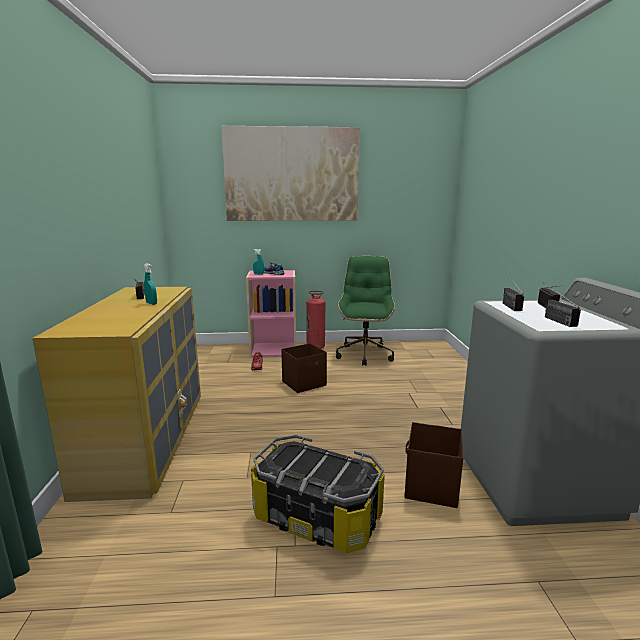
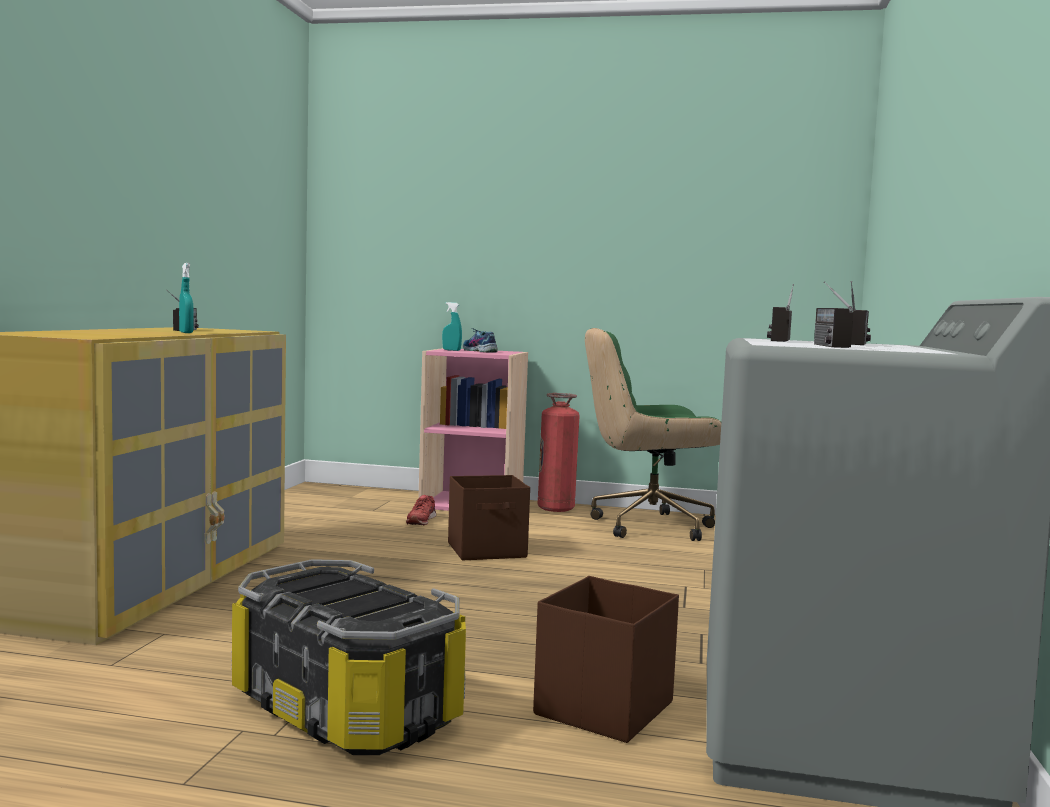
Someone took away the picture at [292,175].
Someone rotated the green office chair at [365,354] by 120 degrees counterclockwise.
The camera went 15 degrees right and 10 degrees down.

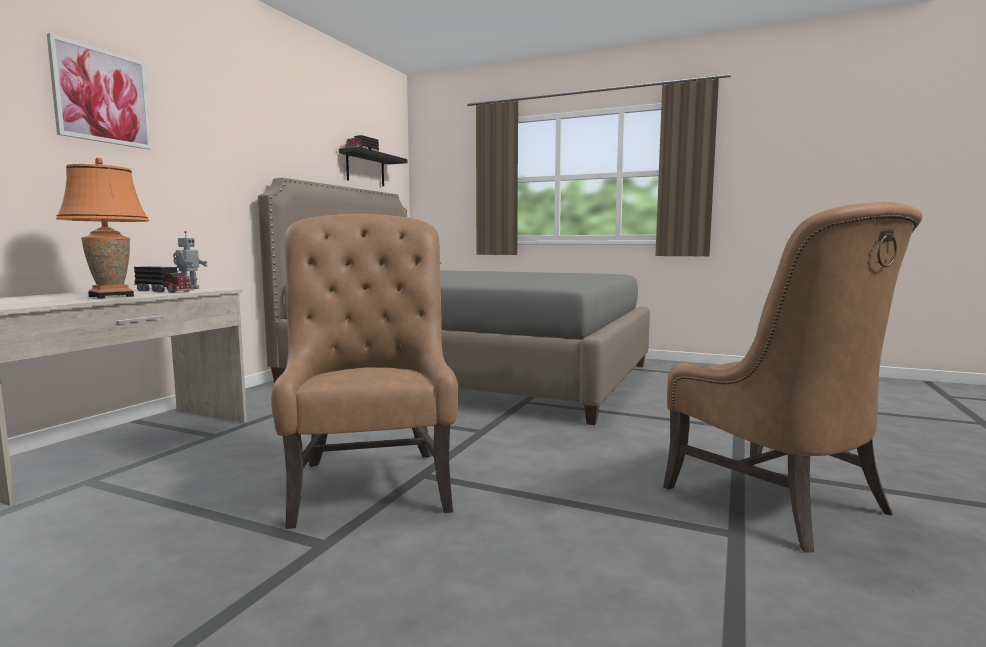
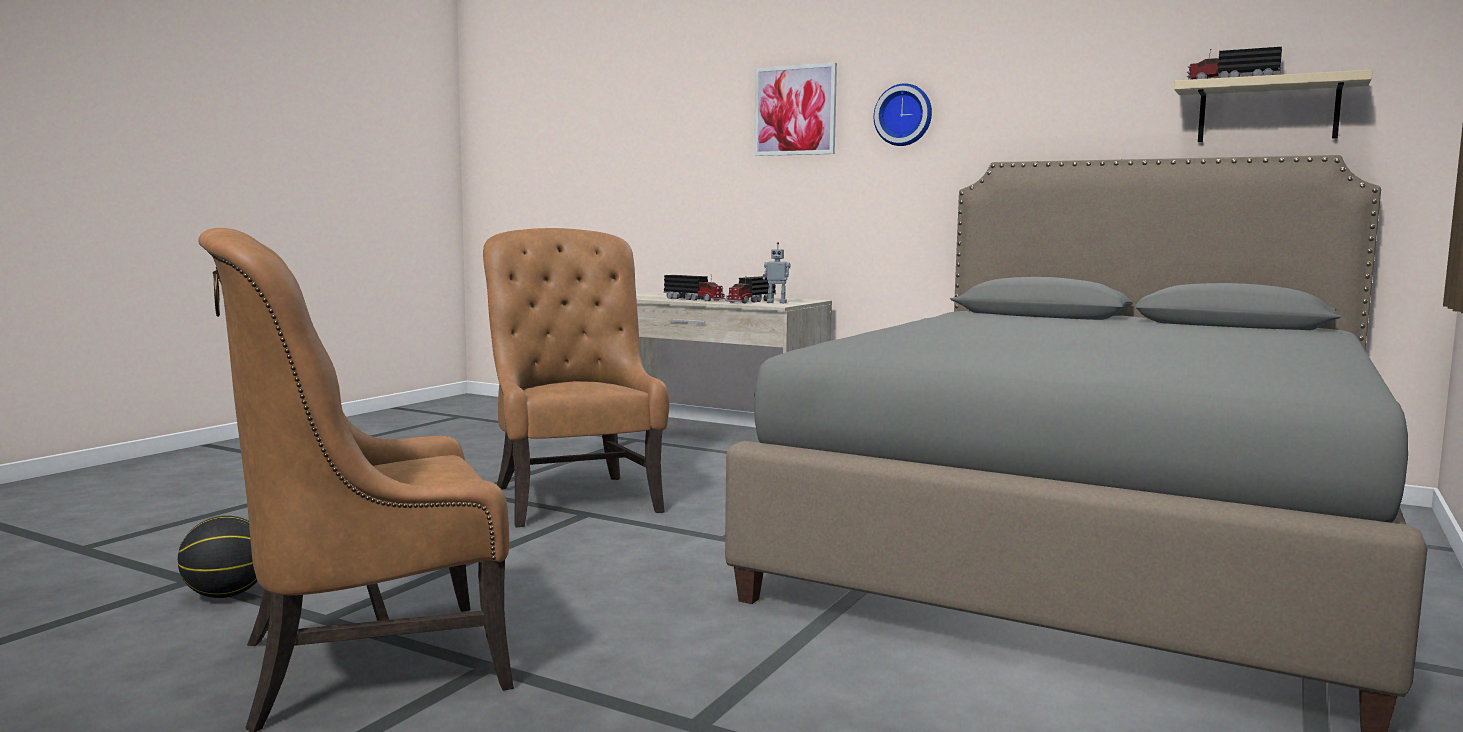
Someone repainted the black shelf at [365,169], which became the beige shelf at [1268,111].
Someone swapped the orange table lamp at [111,296] for the toy truck at [694,299].
Someone rotated the brown chair at [371,485] by 105 degrees counterclockwise.
Someone put up the wall clock at [904,115].
Someone put down the basketball at [226,595].
The camera went 95 degrees right and 0 degrees up.

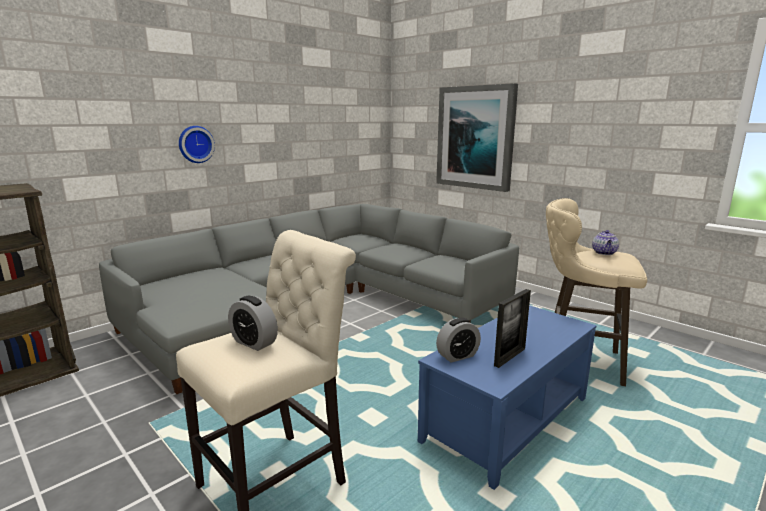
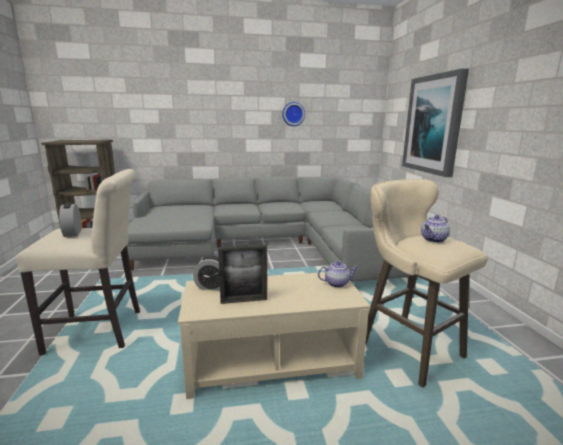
Someone carried the wall clock from [195,144] to [293,114].
Someone repainted the blue coffee table at [507,419], which became the beige coffee table at [272,362].
Someone put down the teapot at [337,283].
The camera went 35 degrees right and 0 degrees up.

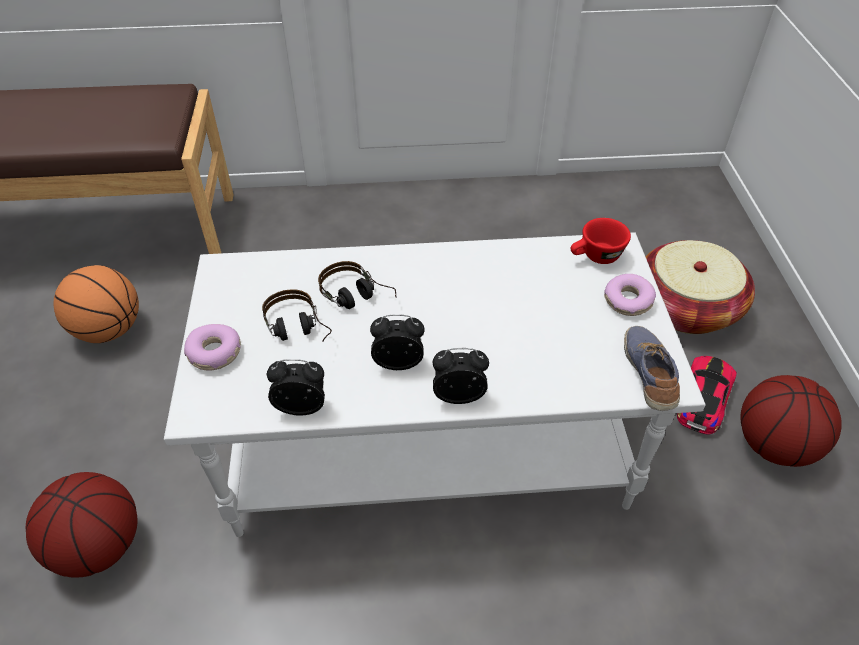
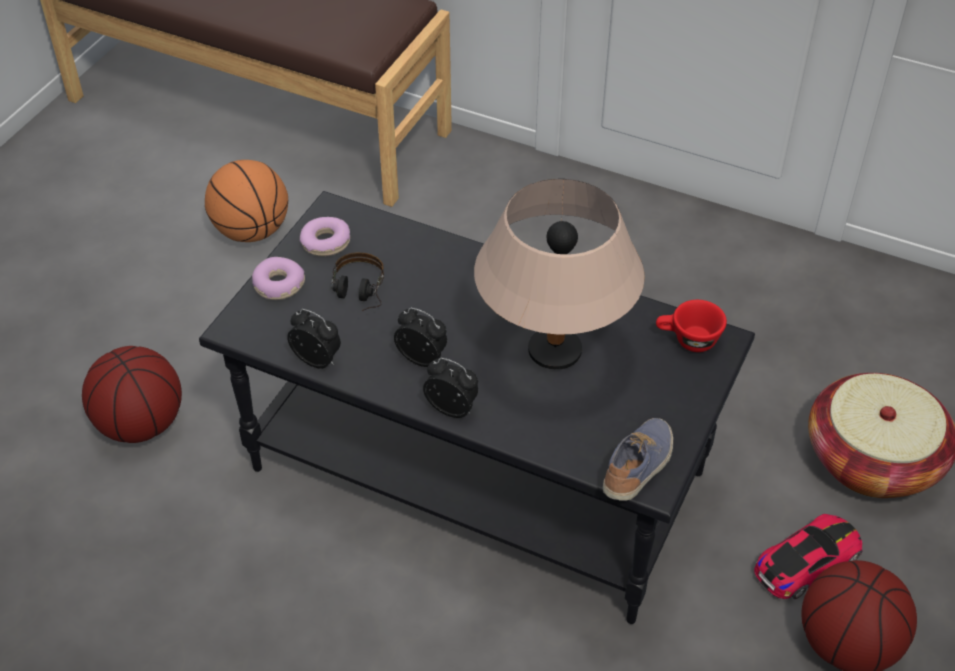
Someone repainted the white coffee table at [427,447], which became the black coffee table at [474,473].
Someone took away the headphones at [358,298].
Someone carried the donut from [627,301] to [325,243].
Someone put down the beige table lamp at [554,352].
The camera went 30 degrees right and 0 degrees up.

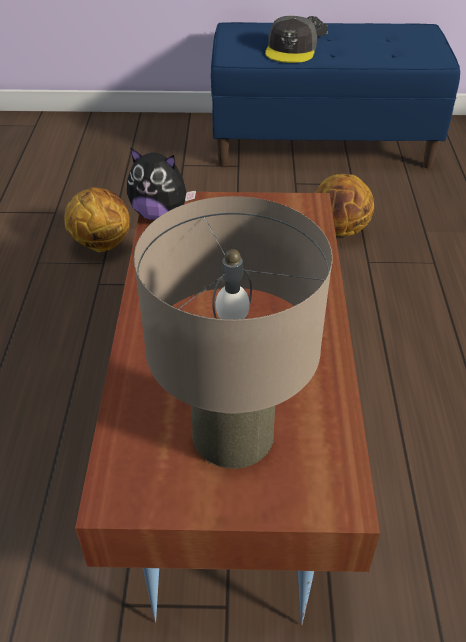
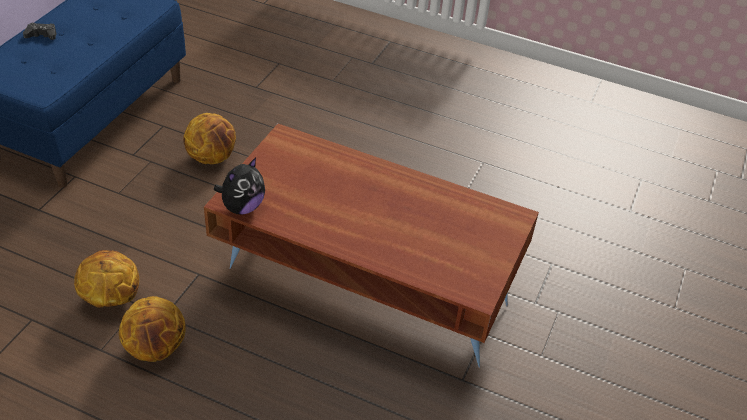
Someone took away the grey cap at [291,50].
Someone took away the beige table lamp at [232,434].
Someone put down the basketball at [156,348].
The camera went 70 degrees left and 0 degrees up.

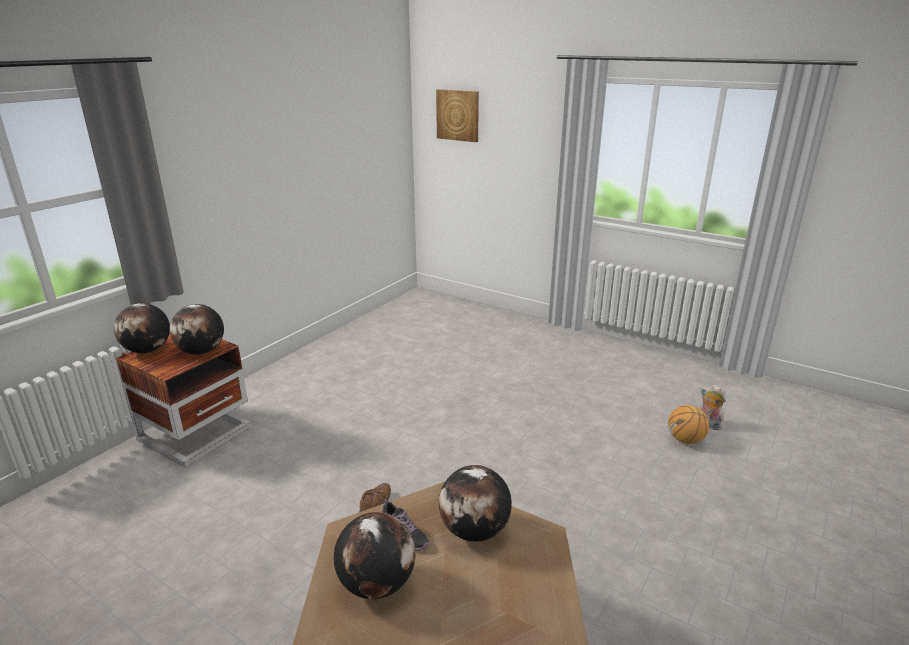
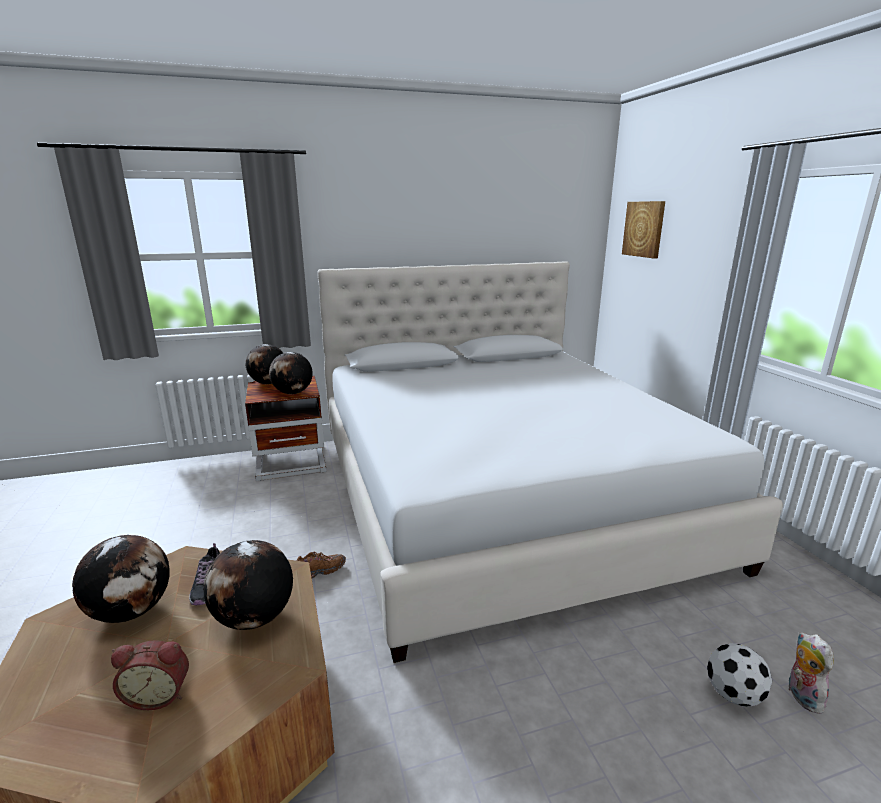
Someone swapped the basketball at [685,440] for the football at [734,695].
Someone put down the white bed at [500,495].
Someone put down the alarm clock at [159,694].
The camera went 40 degrees right and 5 degrees down.

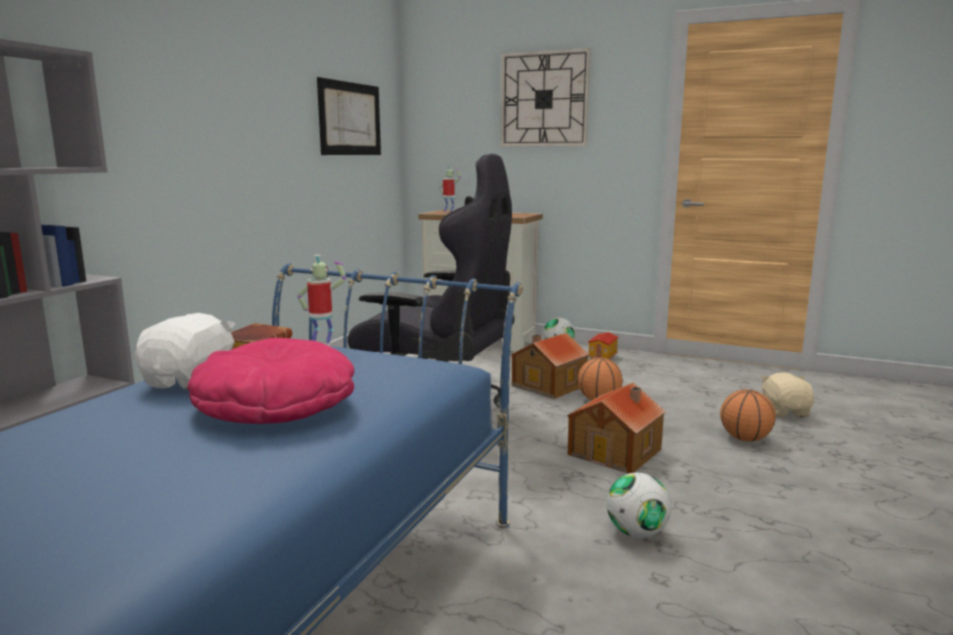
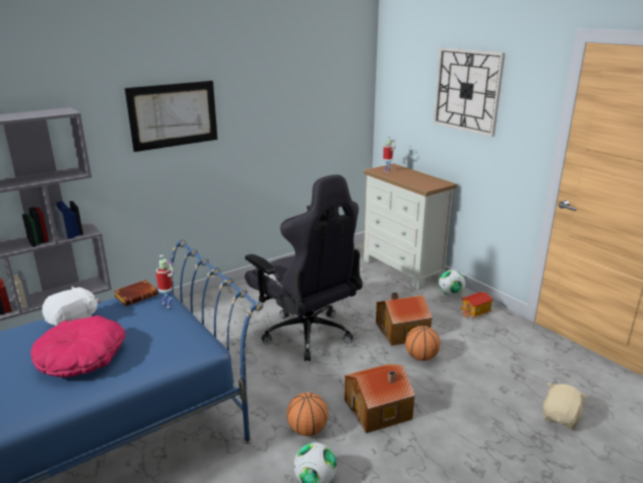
Someone carried the picture from [350,119] to [173,115].
Someone carried the basketball from [745,439] to [307,430].
The camera went 30 degrees right and 10 degrees up.

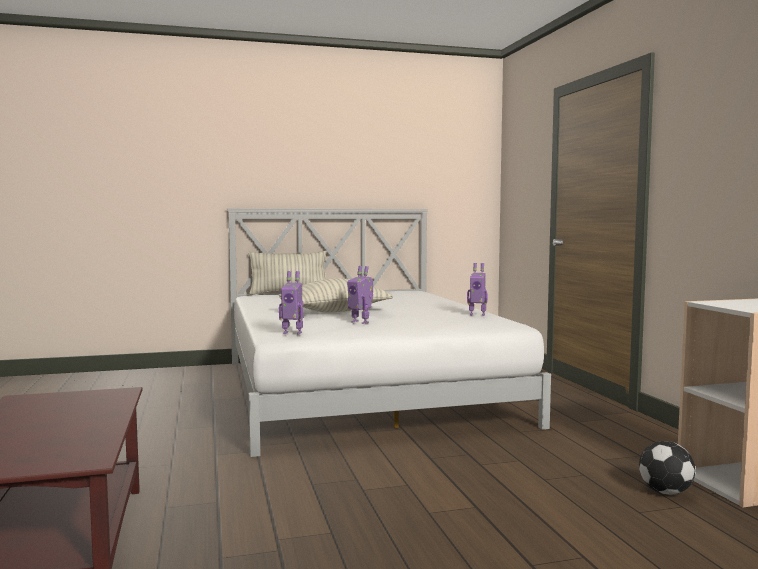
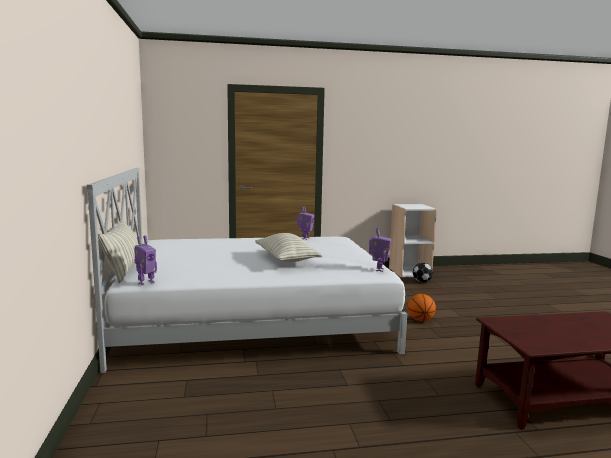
Someone carried the toy robot from [360,322] to [146,282].
Someone put down the basketball at [420,320].
The camera went 85 degrees left and 5 degrees up.

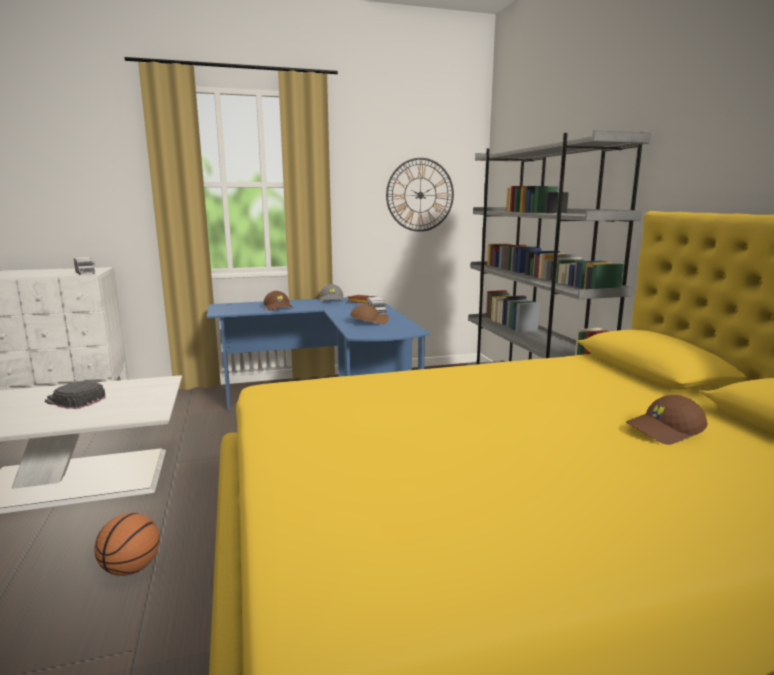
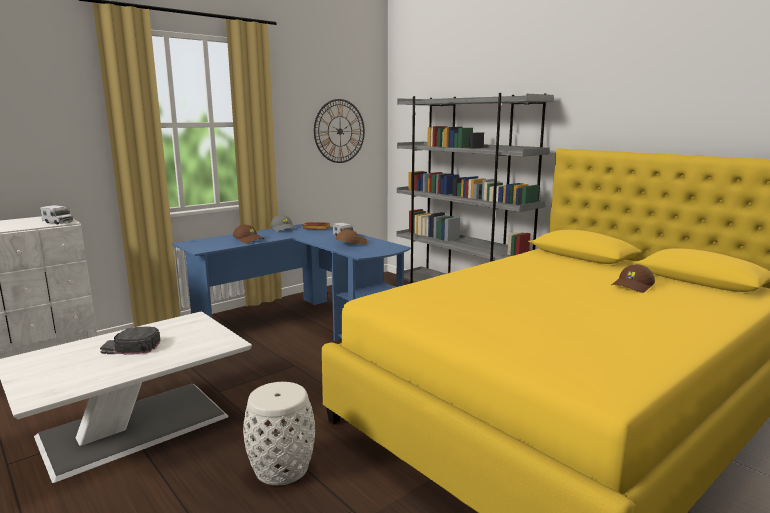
Someone swapped the basketball at [131,568] for the white stool at [281,469].
The camera went 25 degrees left and 0 degrees up.

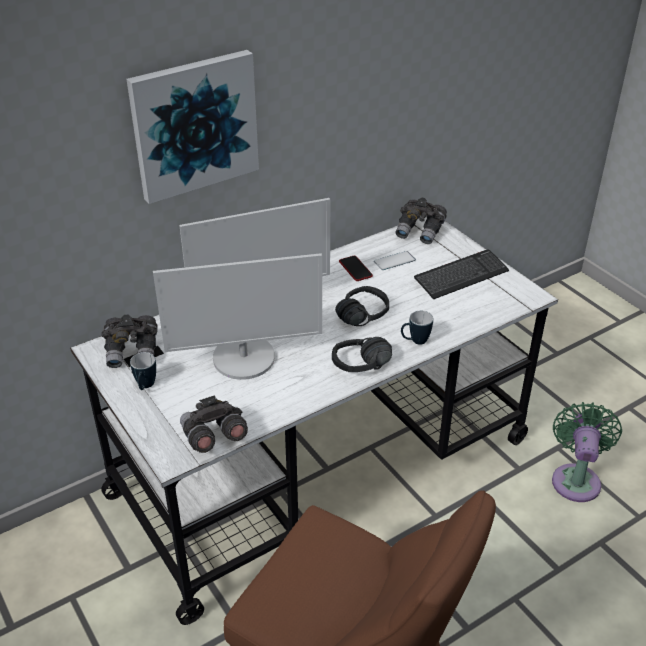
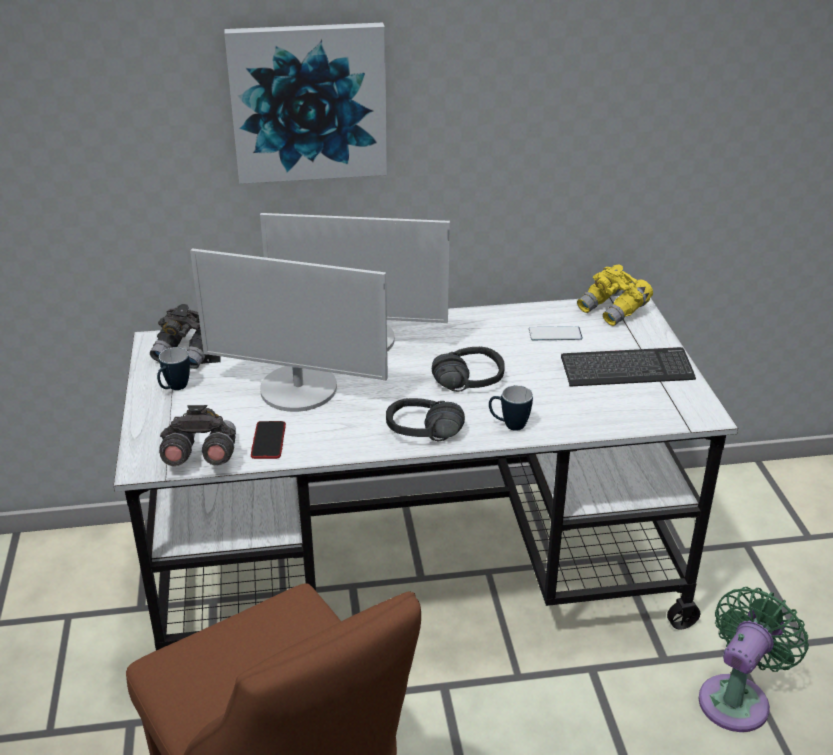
Someone repainted the grey binoculars at [420,231], which became the yellow binoculars at [613,310].
Someone carried the phone from [355,269] to [268,441].
The camera went 25 degrees right and 5 degrees down.

